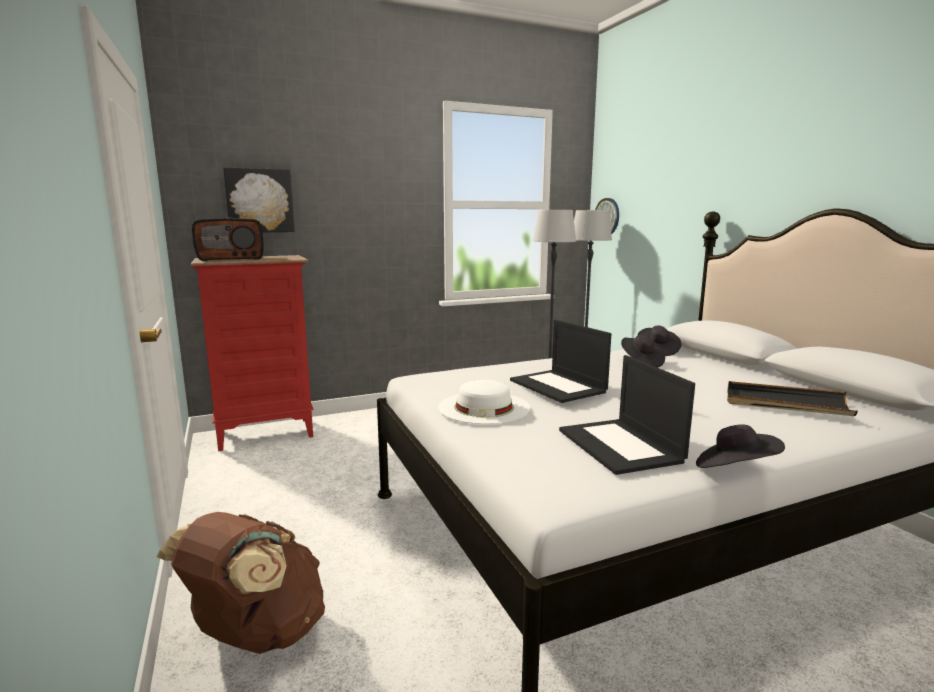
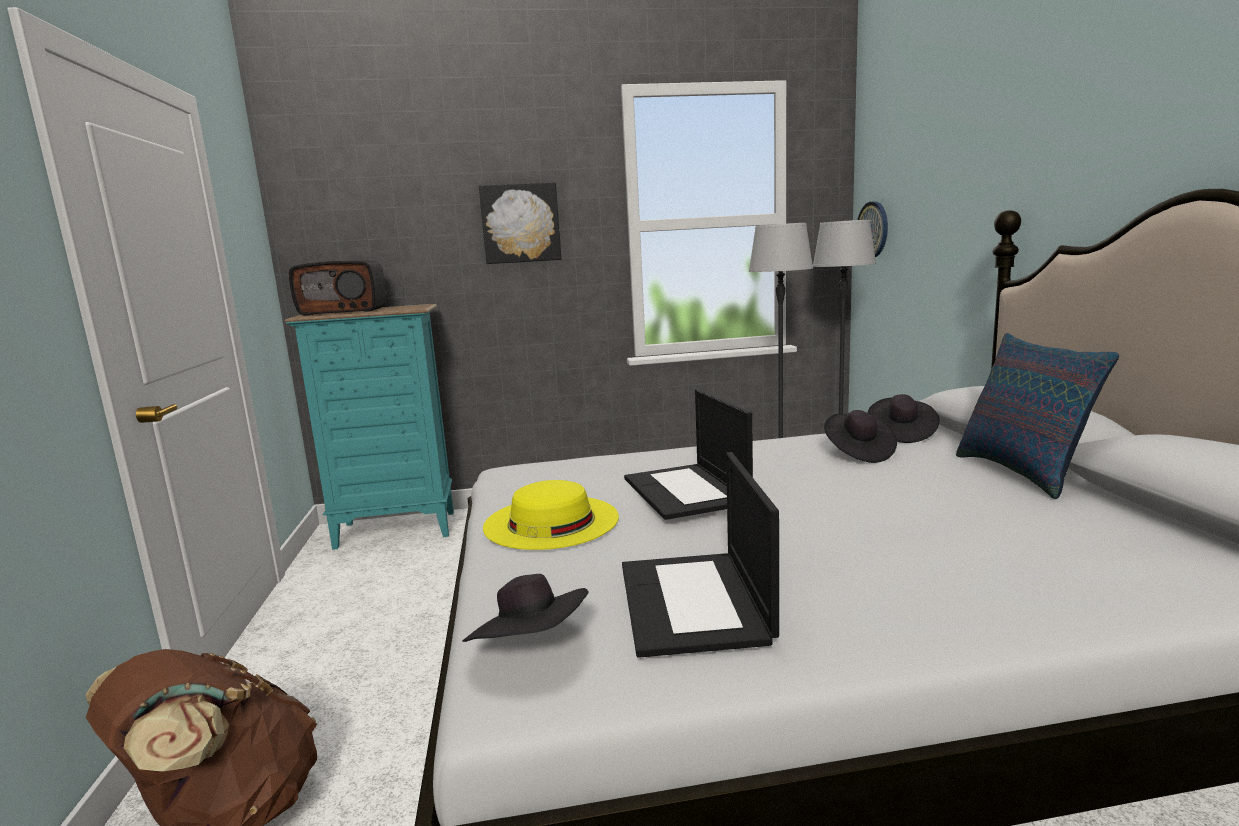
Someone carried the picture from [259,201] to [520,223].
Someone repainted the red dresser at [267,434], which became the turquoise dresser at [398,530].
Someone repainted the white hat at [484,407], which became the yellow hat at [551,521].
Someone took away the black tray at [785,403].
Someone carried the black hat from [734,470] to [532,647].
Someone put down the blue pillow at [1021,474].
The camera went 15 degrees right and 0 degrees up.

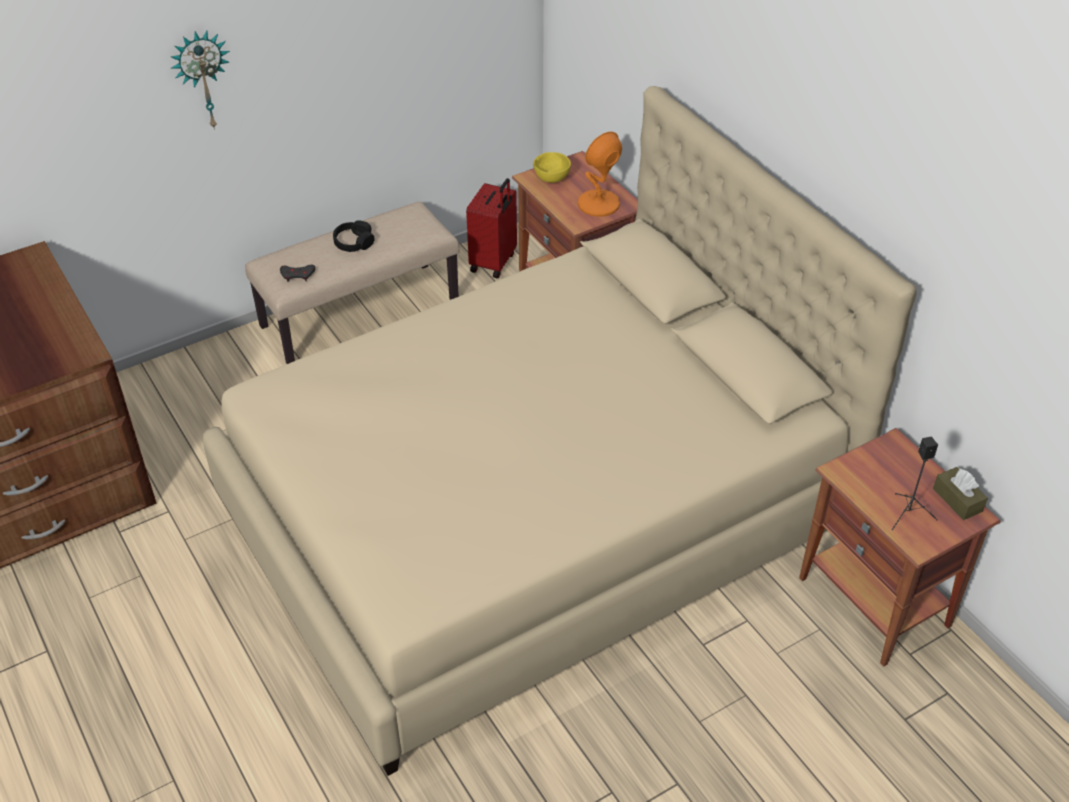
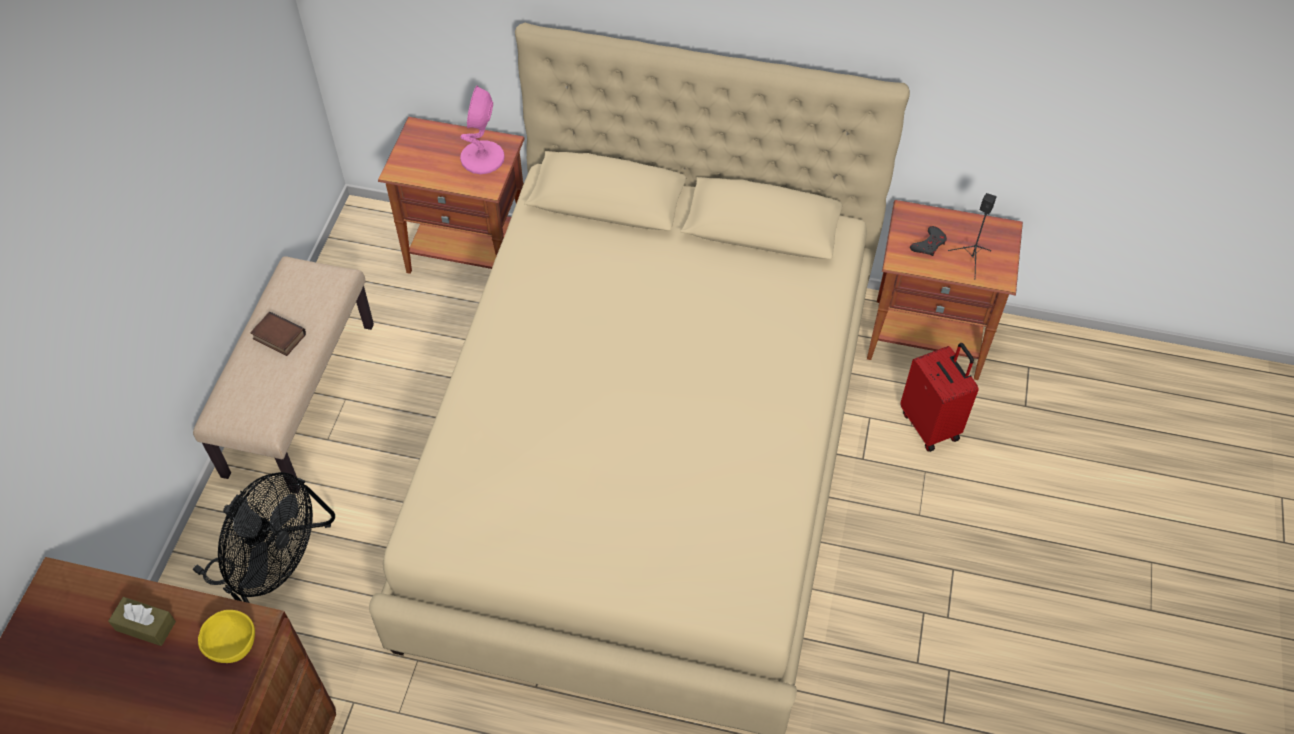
Someone took away the wall clock at [203,79].
Someone repainted the orange table lamp at [598,204], which became the pink table lamp at [482,158].
Someone carried the yellow bowl from [552,178] to [232,645].
Someone carried the red suitcase from [494,263] to [931,425].
Someone swapped the black headphones at [354,242] for the book at [278,337].
Someone carried the grey game controller from [297,275] to [929,244].
Someone carried the brown tissue box from [957,500] to [145,626].
Someone put down the black fan at [271,571].
The camera went 45 degrees left and 10 degrees up.

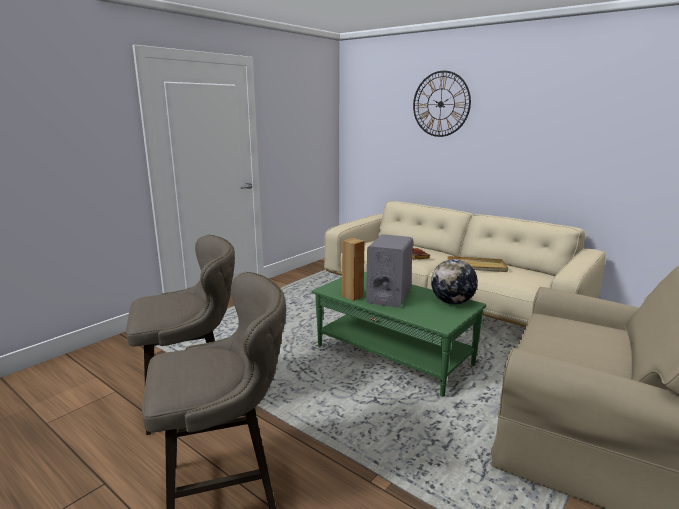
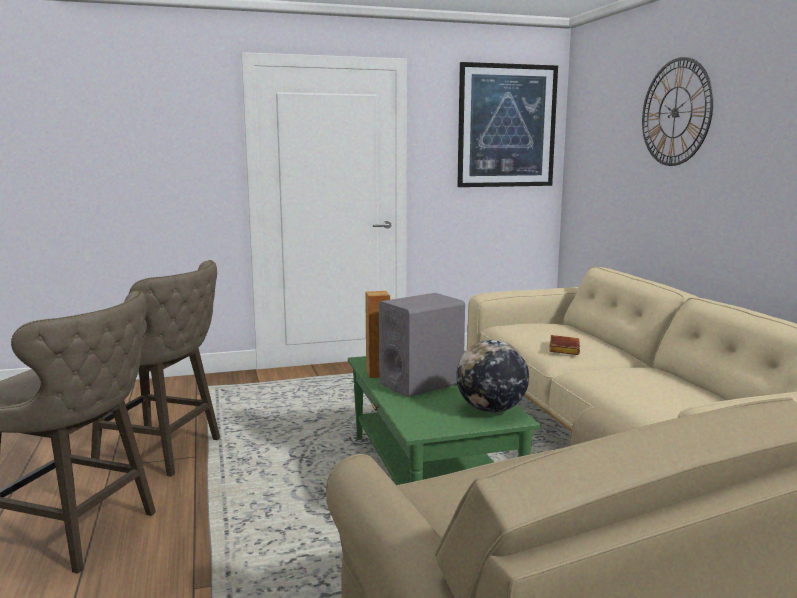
Someone took away the beige tray at [476,266].
Someone put up the picture at [507,126].
The camera went 35 degrees right and 5 degrees down.

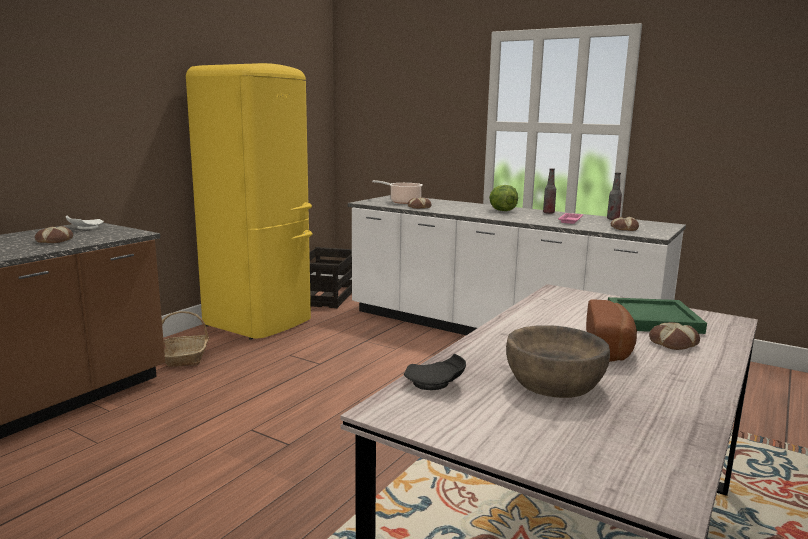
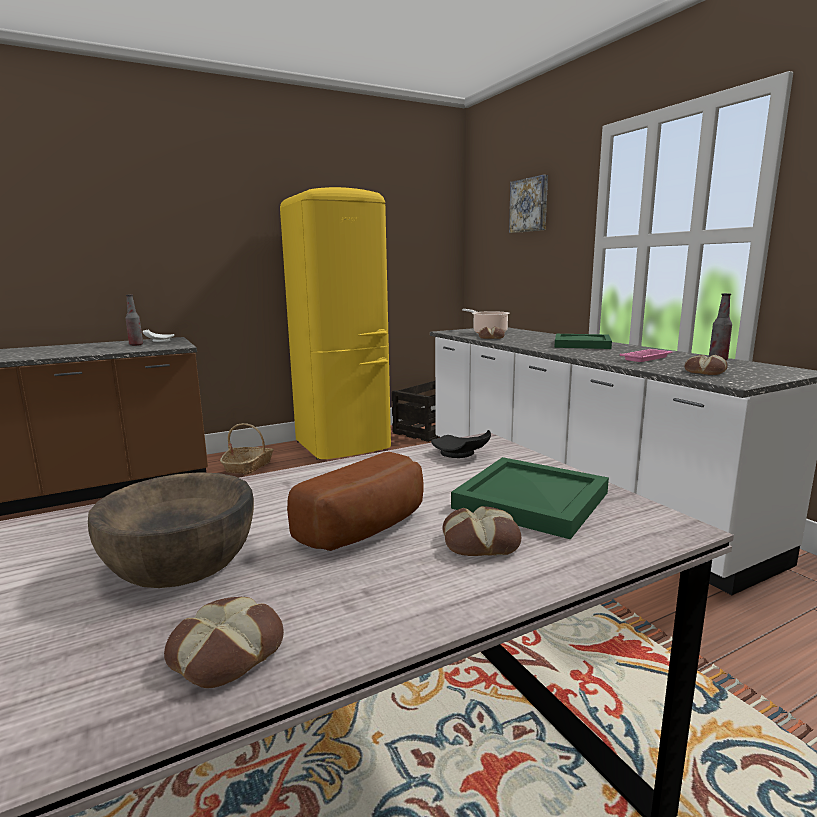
Someone carried the bottle from [548,213] to [136,345].
Someone swapped the lettuce at [502,210] for the green tray at [581,344].
Someone carried the bread from [54,240] to [226,651].
Someone carried the black plate from [435,384] to [461,454].
Someone put up the picture at [529,205].
The camera went 30 degrees right and 0 degrees up.

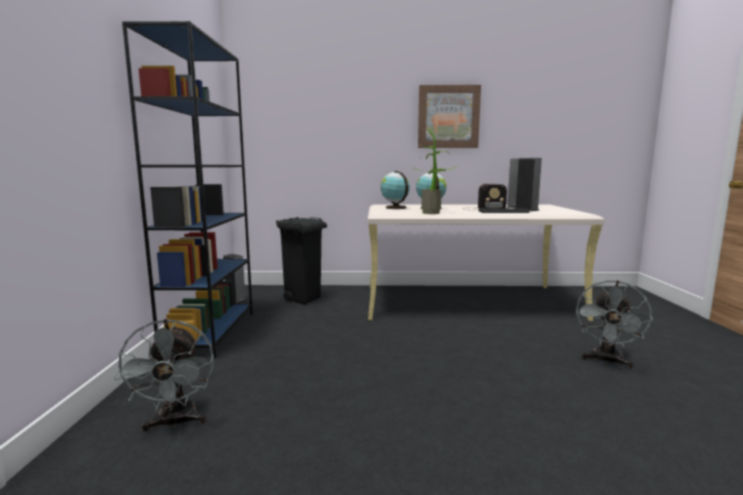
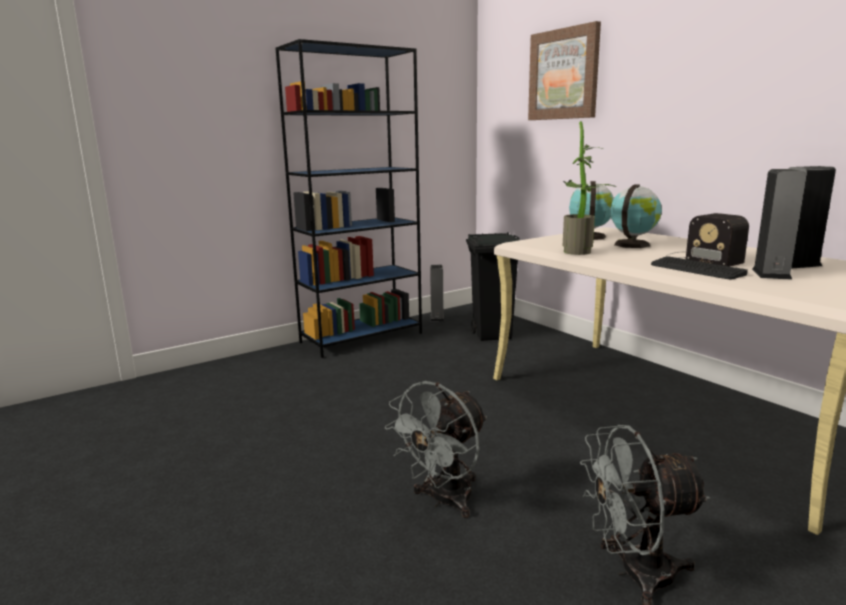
Someone carried the picture from [448,117] to [564,74].
Someone carried the grey fan from [175,423] to [443,501].
The camera went 55 degrees right and 5 degrees up.

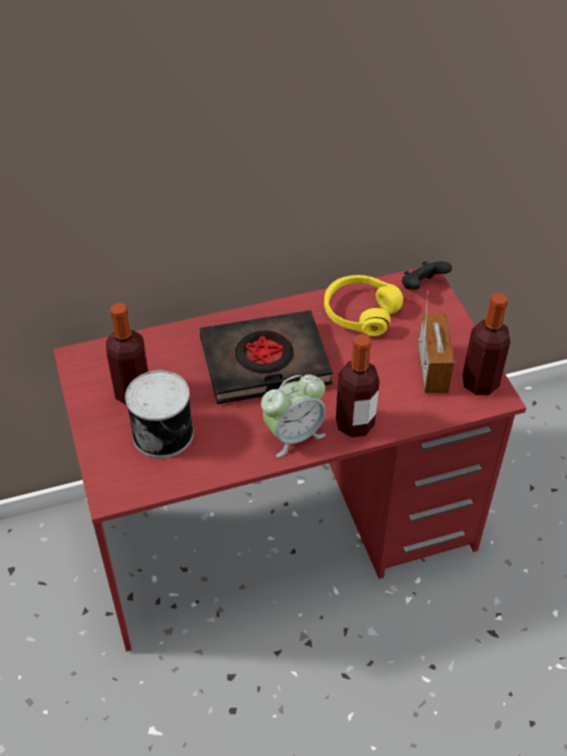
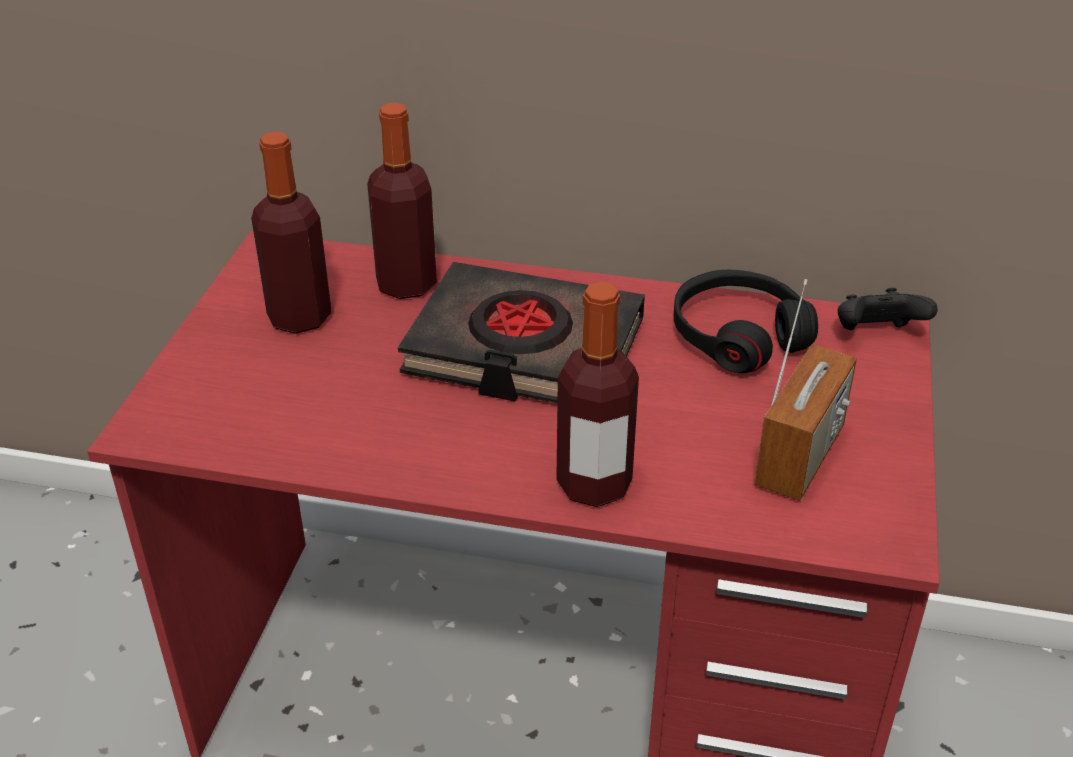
Someone repainted the yellow headphones at [360,312], which became the black headphones at [738,335].
Someone carried the bottle from [480,383] to [406,284].
Someone took away the can at [164,432].
Someone took away the alarm clock at [293,435].
The camera went 30 degrees right and 10 degrees down.

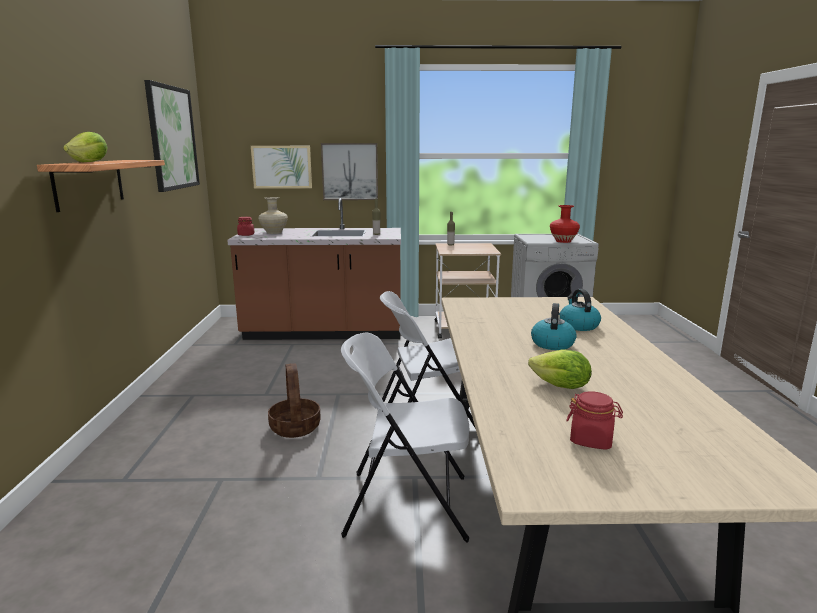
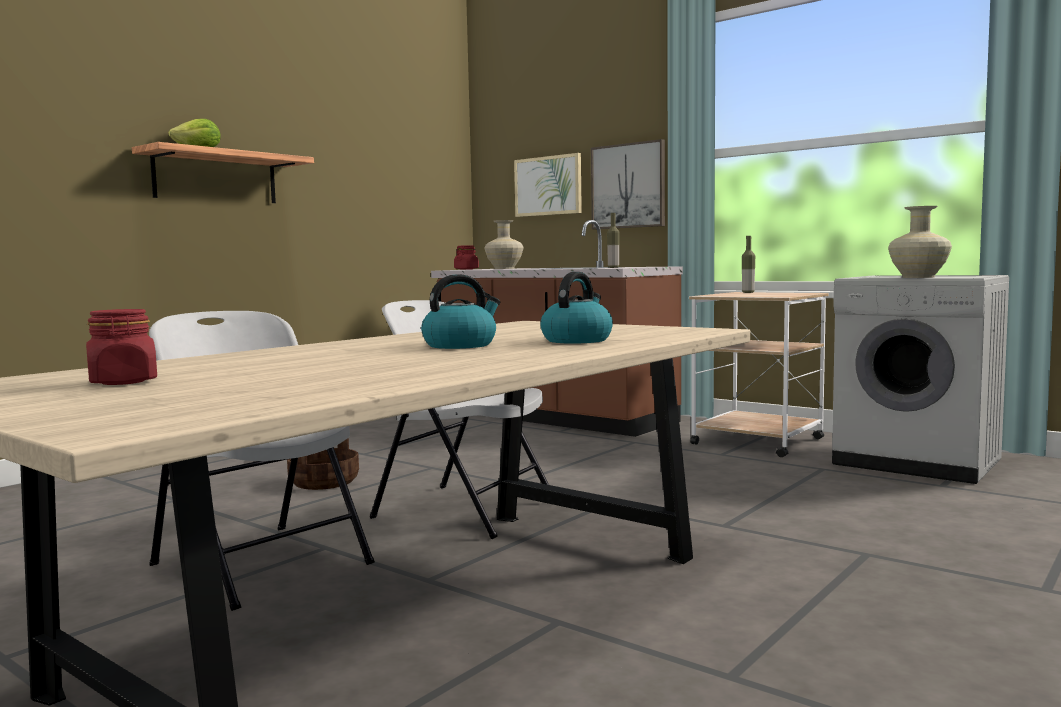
Someone took away the picture at [172,138].
Someone repainted the red vase at [563,241], which became the beige vase at [919,277].
Someone took away the lettuce at [561,387].
The camera went 40 degrees right and 10 degrees down.

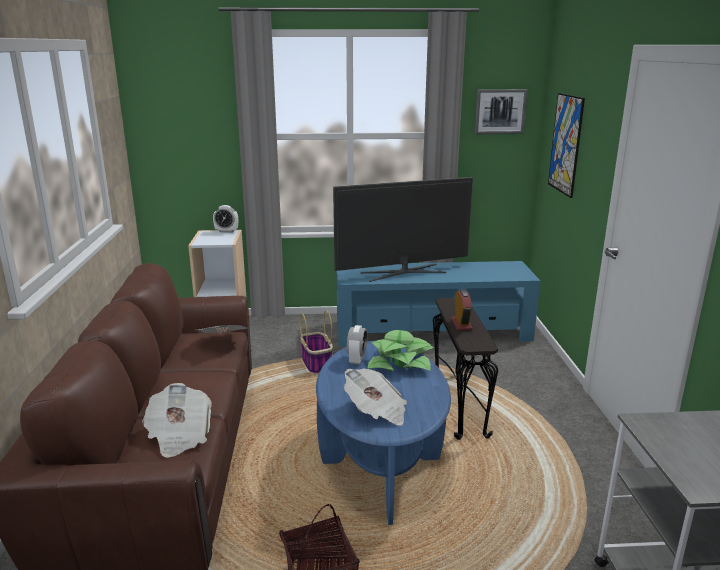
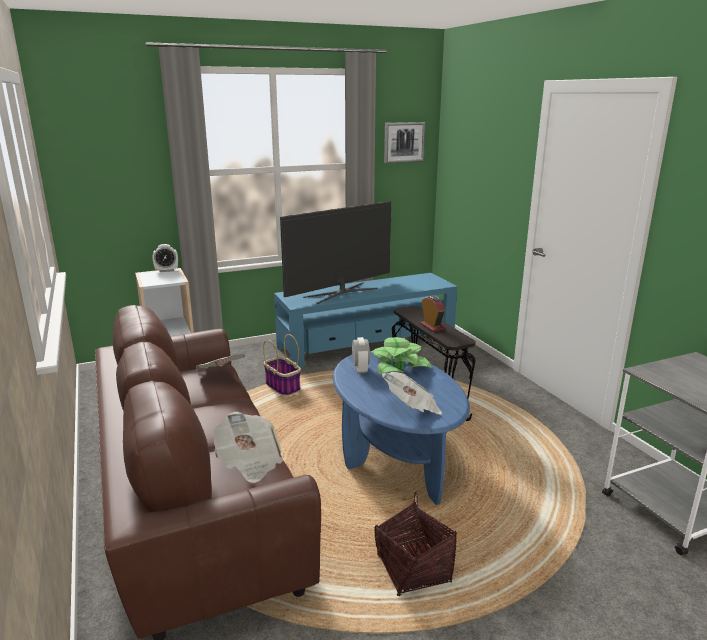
Someone took away the picture at [565,144].
The camera went 20 degrees left and 0 degrees up.

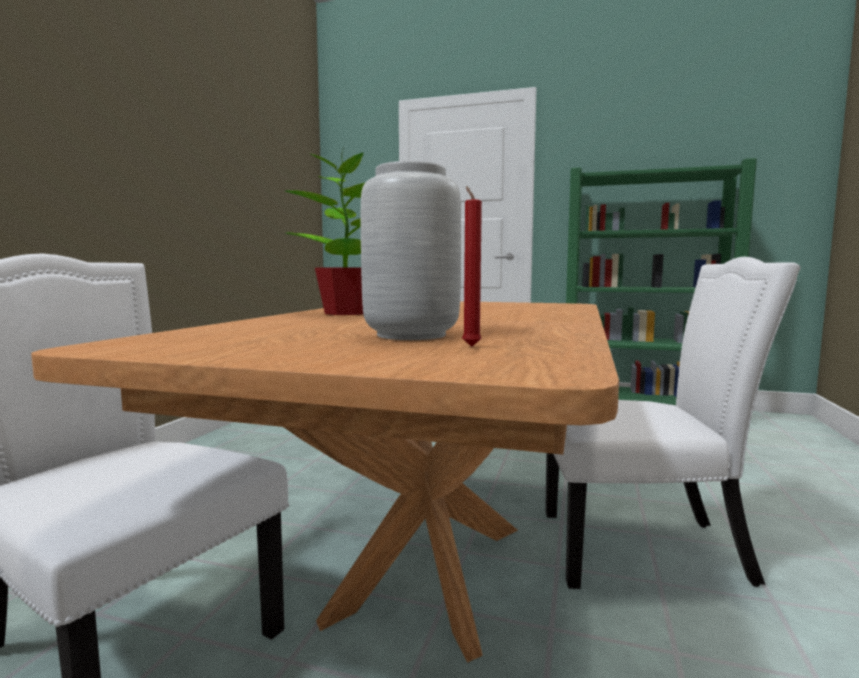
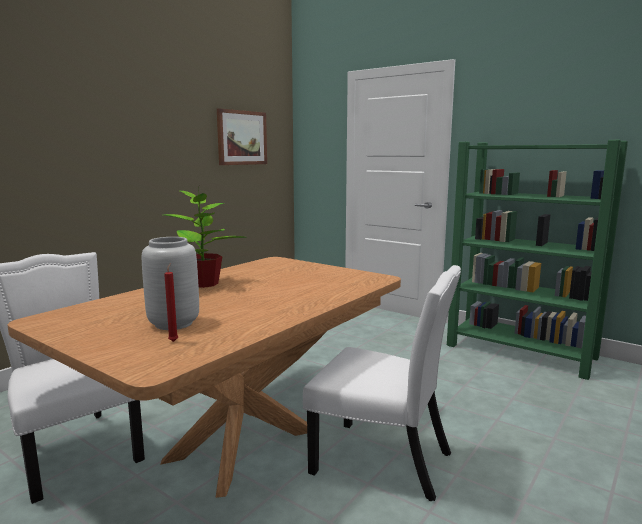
Someone put up the picture at [242,138].
The camera went 20 degrees right and 5 degrees up.

